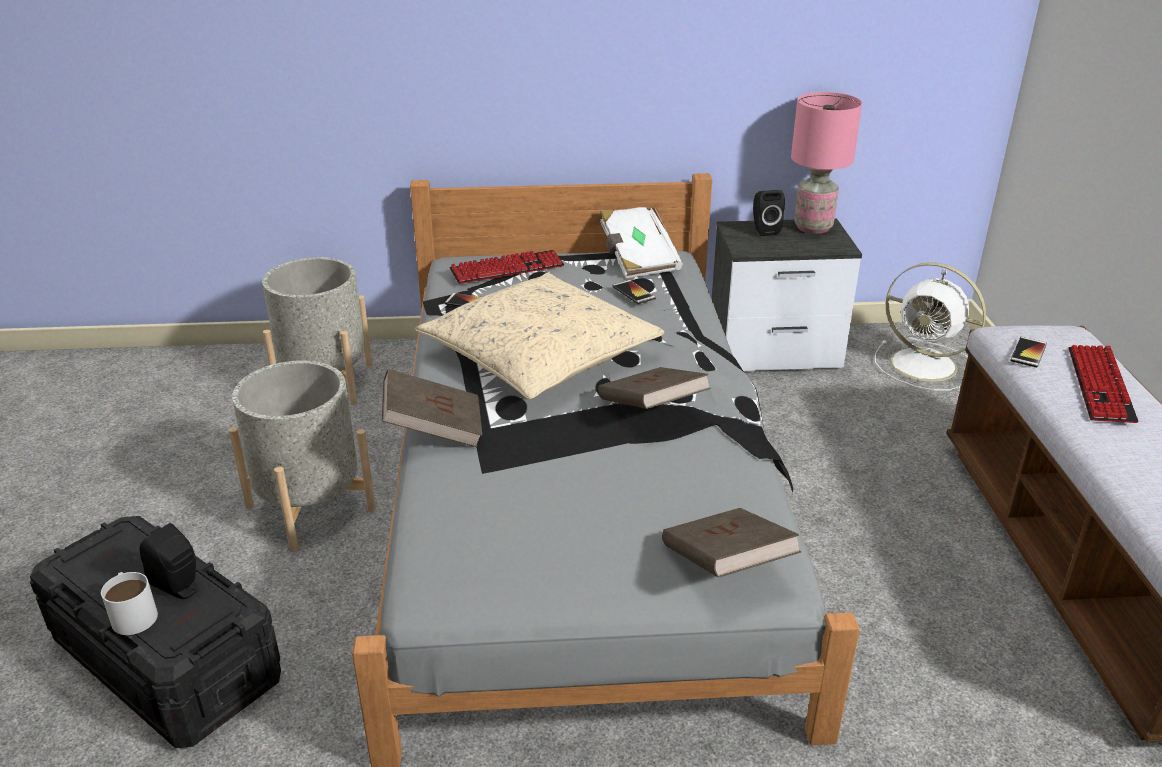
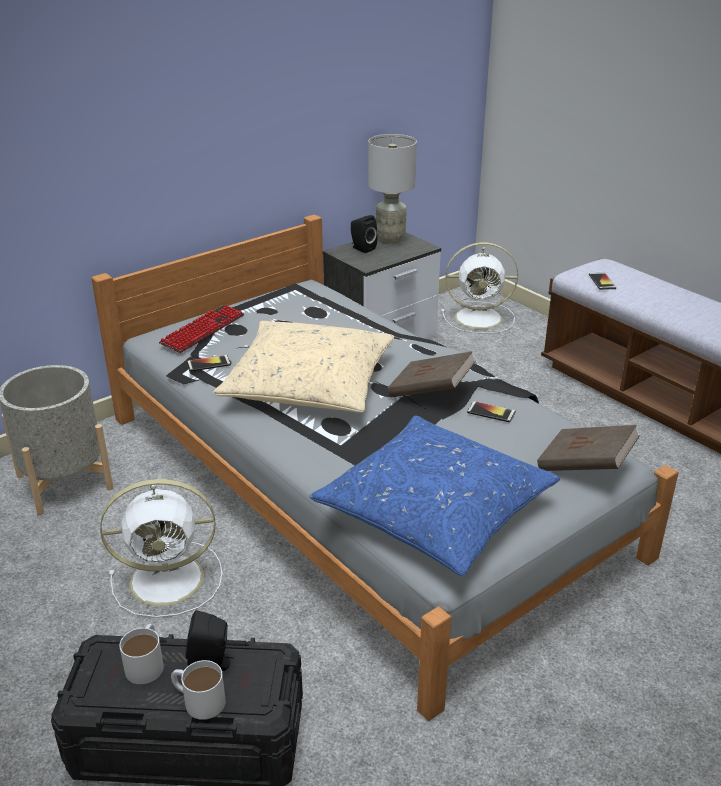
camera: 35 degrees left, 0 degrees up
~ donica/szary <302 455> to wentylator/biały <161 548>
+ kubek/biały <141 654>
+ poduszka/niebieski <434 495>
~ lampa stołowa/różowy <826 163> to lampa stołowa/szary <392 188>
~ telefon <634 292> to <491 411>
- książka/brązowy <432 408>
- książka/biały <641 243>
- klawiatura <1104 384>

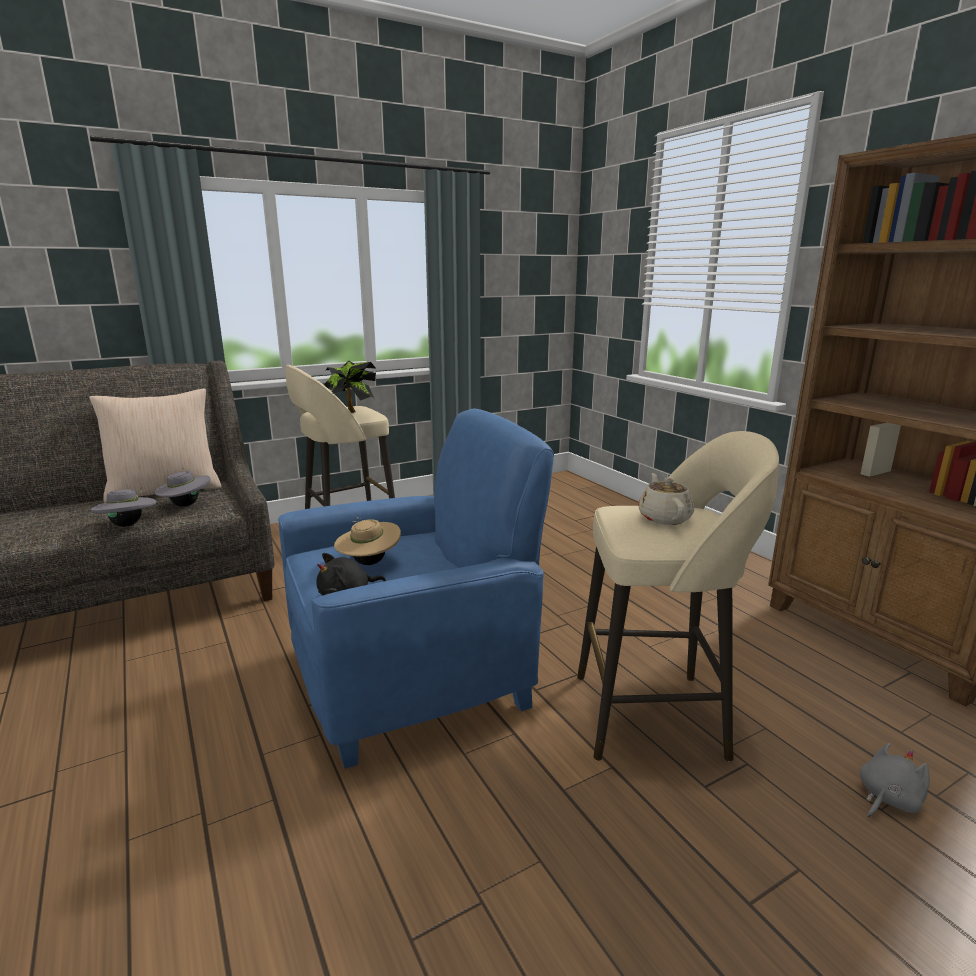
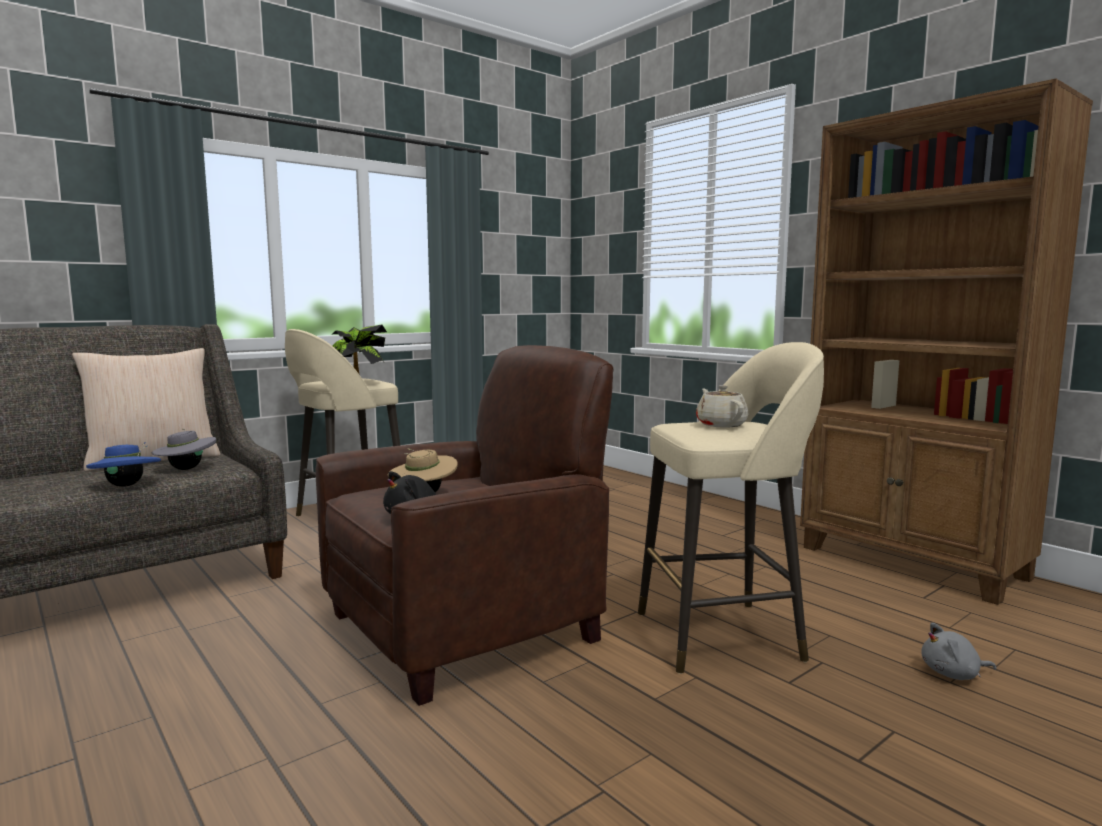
camera: 10 degrees left, 10 degrees down
~ kapelusz/szary <123 507> to kapelusz/niebieski <123 464>
~ fotel/niebieski <416 589> to fotel/brązowy <464 525>
~ pluszak/szary <895 780> = <959 651> 135 degrees counterclockwise

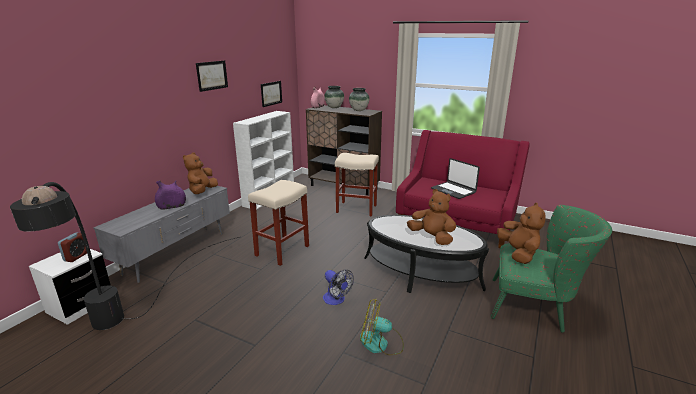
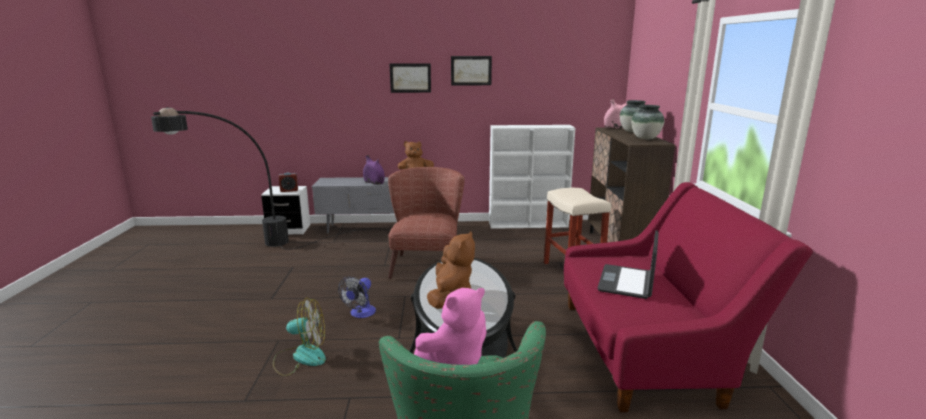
camera: 60 degrees right, 5 degrees down
~ wentylator <382 327> = <299 337> 105 degrees clockwise
~ stołek/beżowy <278 223> to fotel/brązowy <426 223>
~ obraz <271 94> to <410 78>
~ pluszak/brązowy <521 233> to pluszak/różowy <450 326>

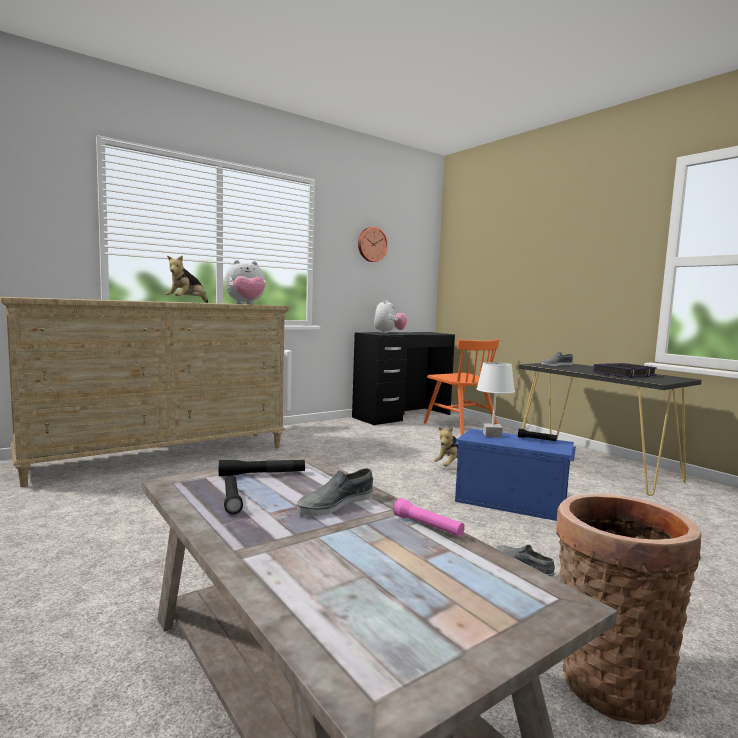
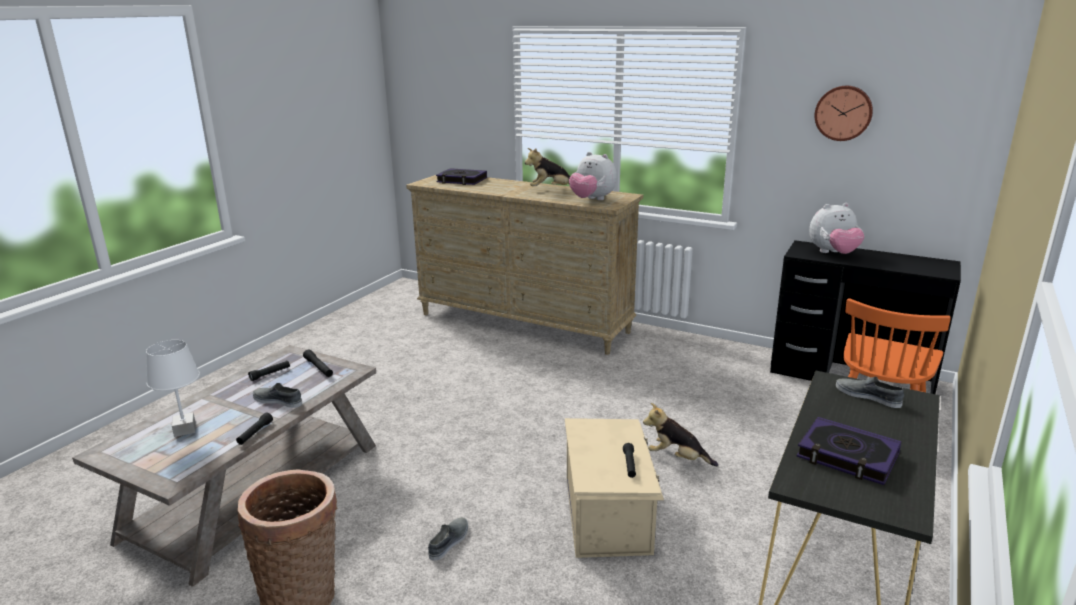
camera: 65 degrees right, 15 degrees up
~ lampa stołowa/biały <495 399> to <173 388>
~ latarka/różowy <429 517> to latarka/czarny <254 429>
+ książka <461 176>
~ pojemnik do przechowywania/niebieski <515 475> to pojemnik do przechowywania/beżowy <614 488>

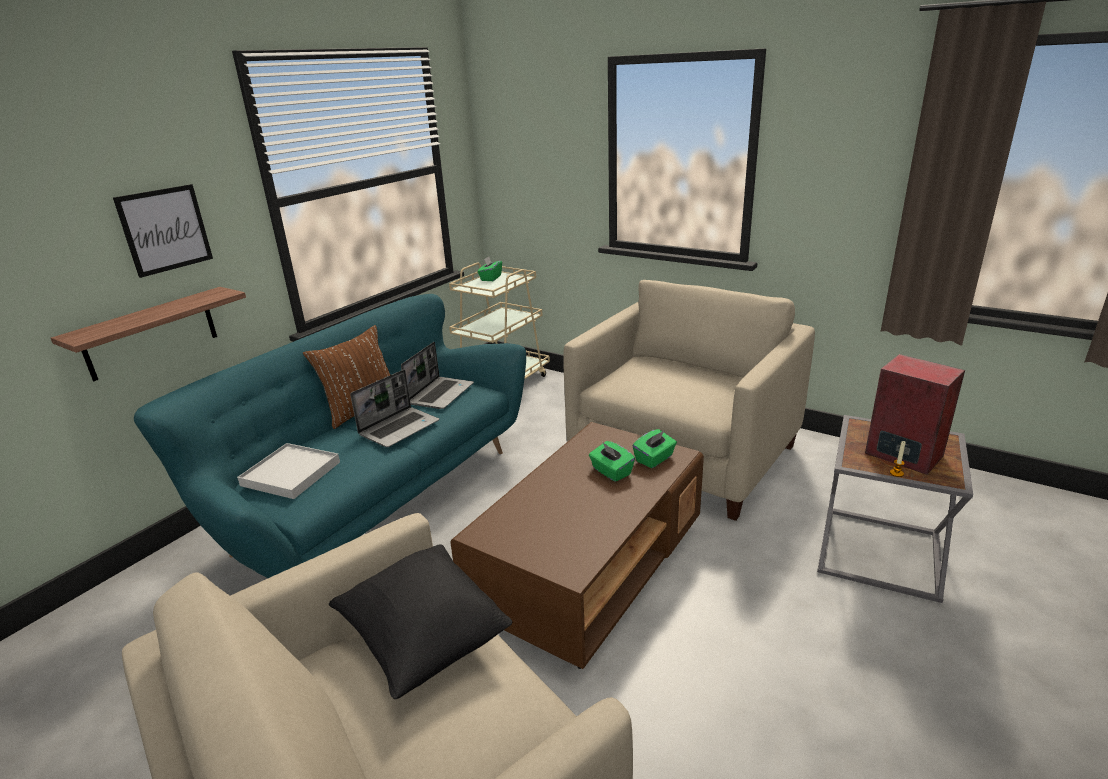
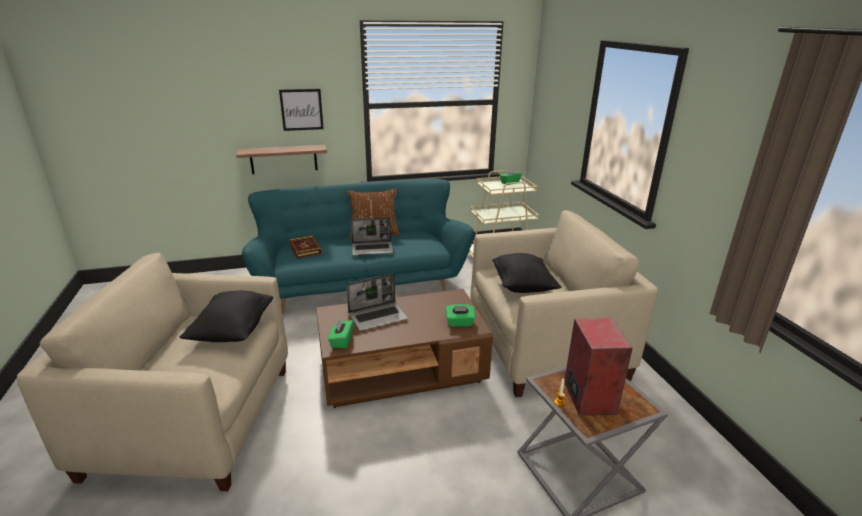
camera: 40 degrees right, 0 degrees up
~ taca/biały <288 471> to książka <305 247>
~ pudełko chusteczek/zielony <612 461> to <340 333>
~ laptop <437 375> to <377 302>
+ poduszka/czarny <527 273>

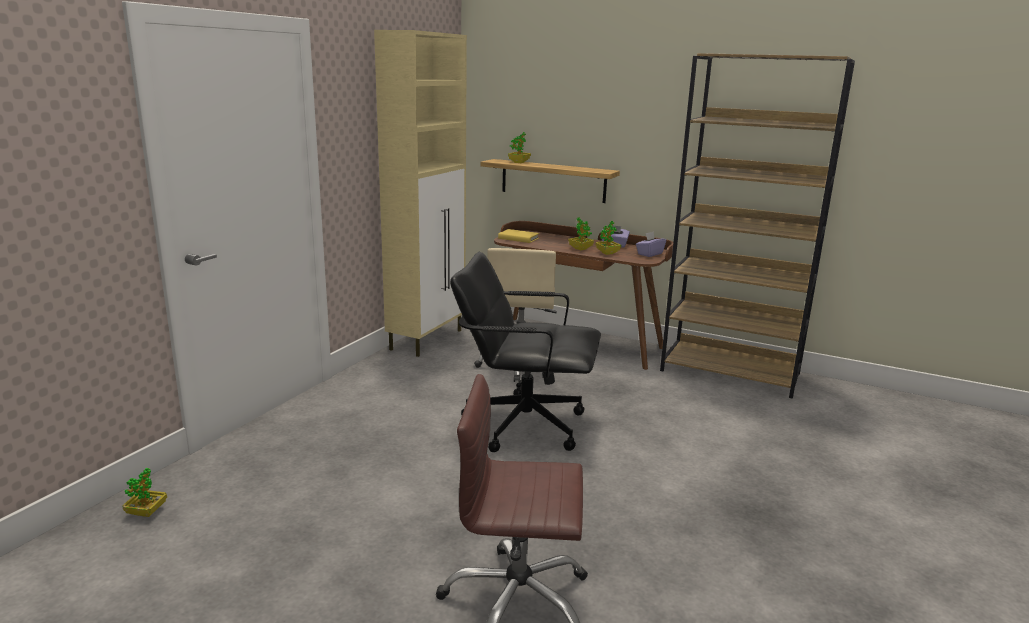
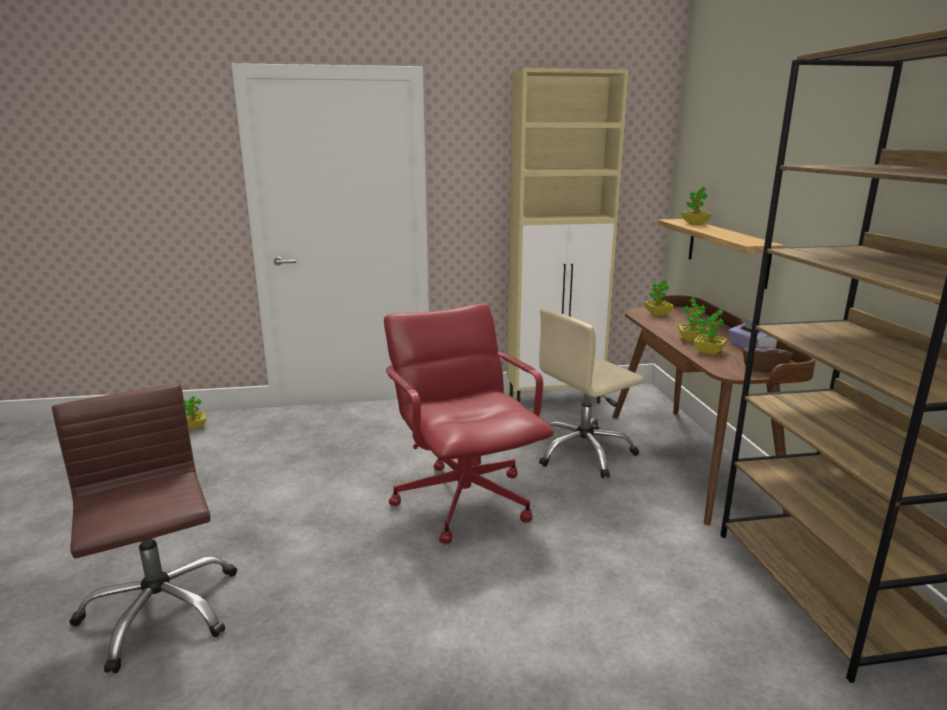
camera: 55 degrees right, 0 degrees up
~ krzesło biurowe/czarny <525 352> to krzesło biurowe/czerwony <469 424>
~ książka/żółty <518 236> to roślina doniczkowa <659 297>
~ pudełko chusteczek/fioletowy <651 244> to pudełko chusteczek/brązowy <767 354>

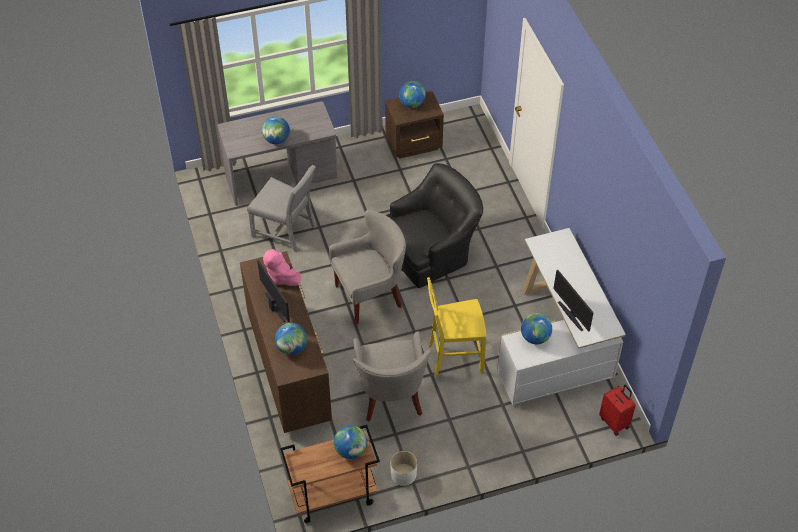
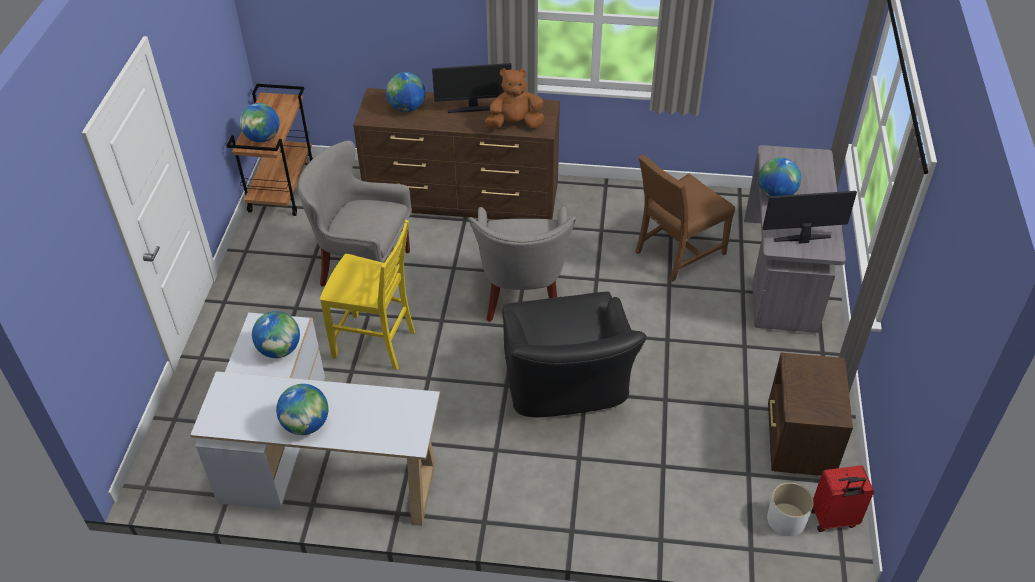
camera: 115 degrees right, 5 degrees down
~ globus <412 94> to <302 409>
~ krzesło/żółty <456 326> = <367 295> 90 degrees clockwise
~ pluszak/różowy <282 267> to pluszak/brązowy <514 98>
~ krzesło/szary <281 208> to krzesło/brązowy <685 218>
~ monitor <573 301> to <809 217>
~ donica/biały <403 468> to <790 509>
~ walizka/czerwony <617 410> to <842 498>

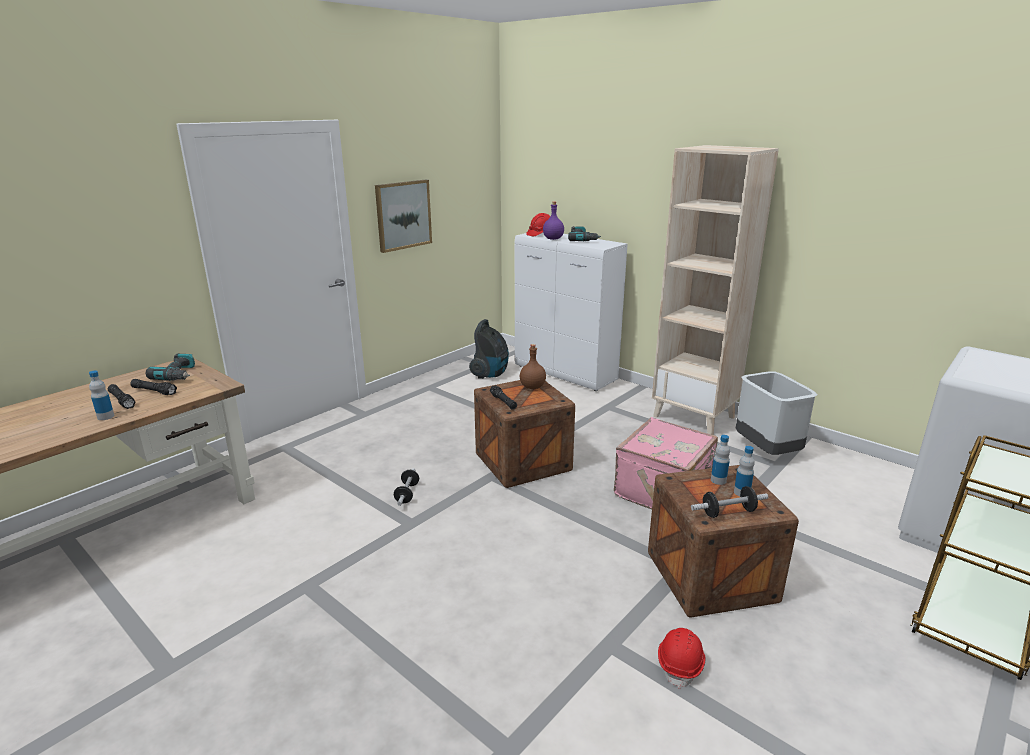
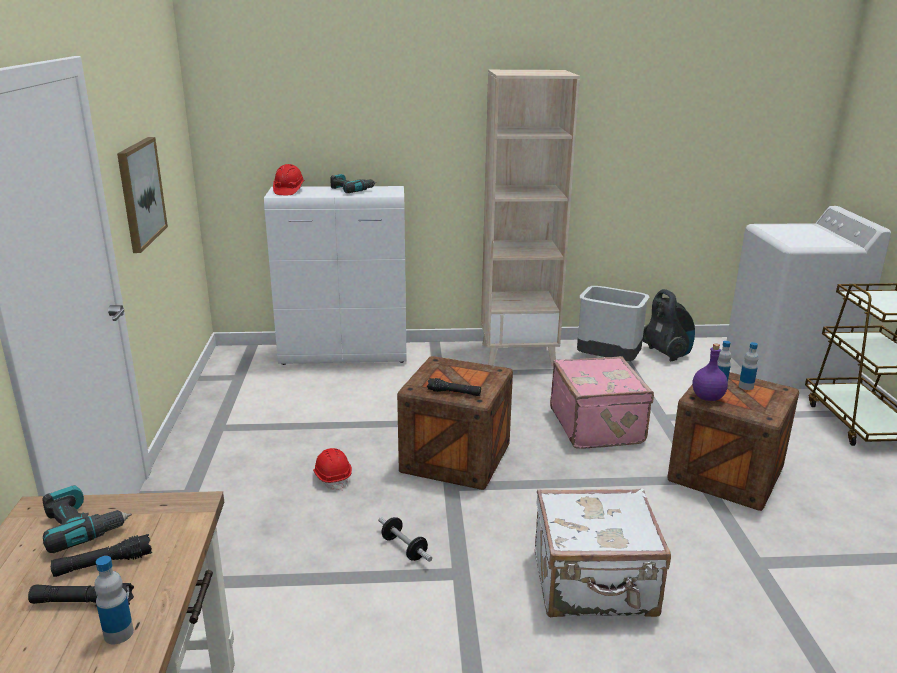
camera: 45 degrees left, 0 degrees up
~ kask/czerwony <682 658> to <332 469>
+ walizka/biały <603 552>
~ odkurzacz <489 349> to <668 325>
~ butelka/fioletowy <553 220> to <710 372>
- butelka/brązowy <533 366>
- hantel <729 502>

